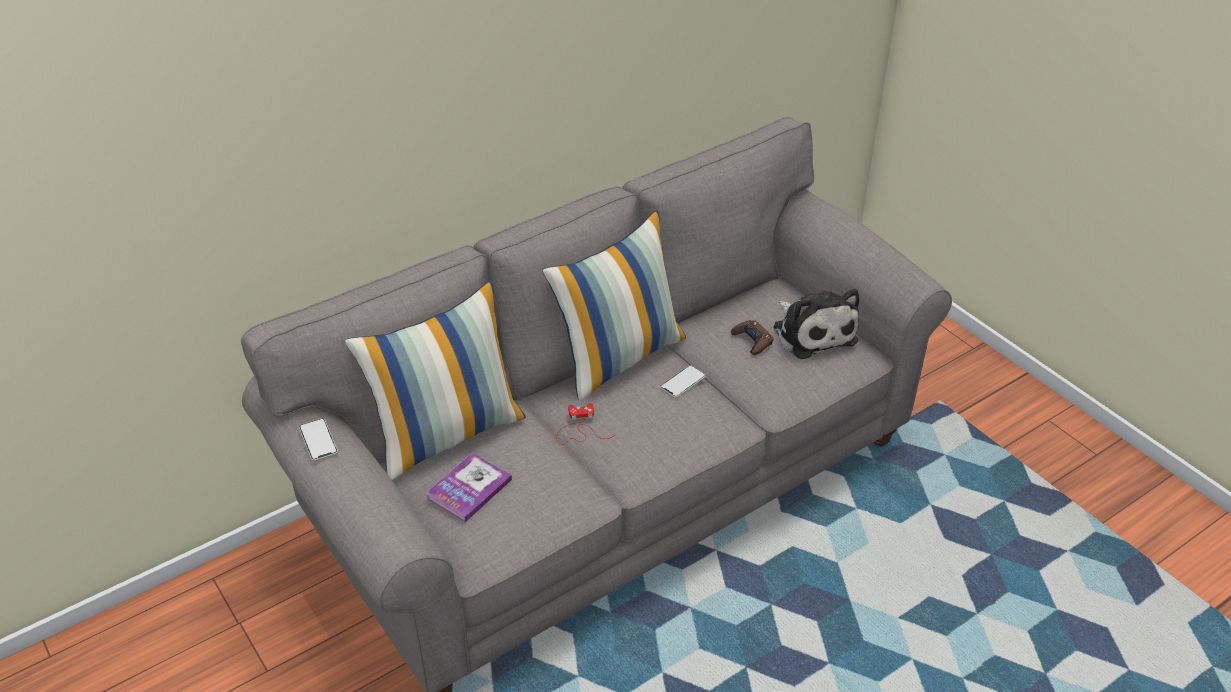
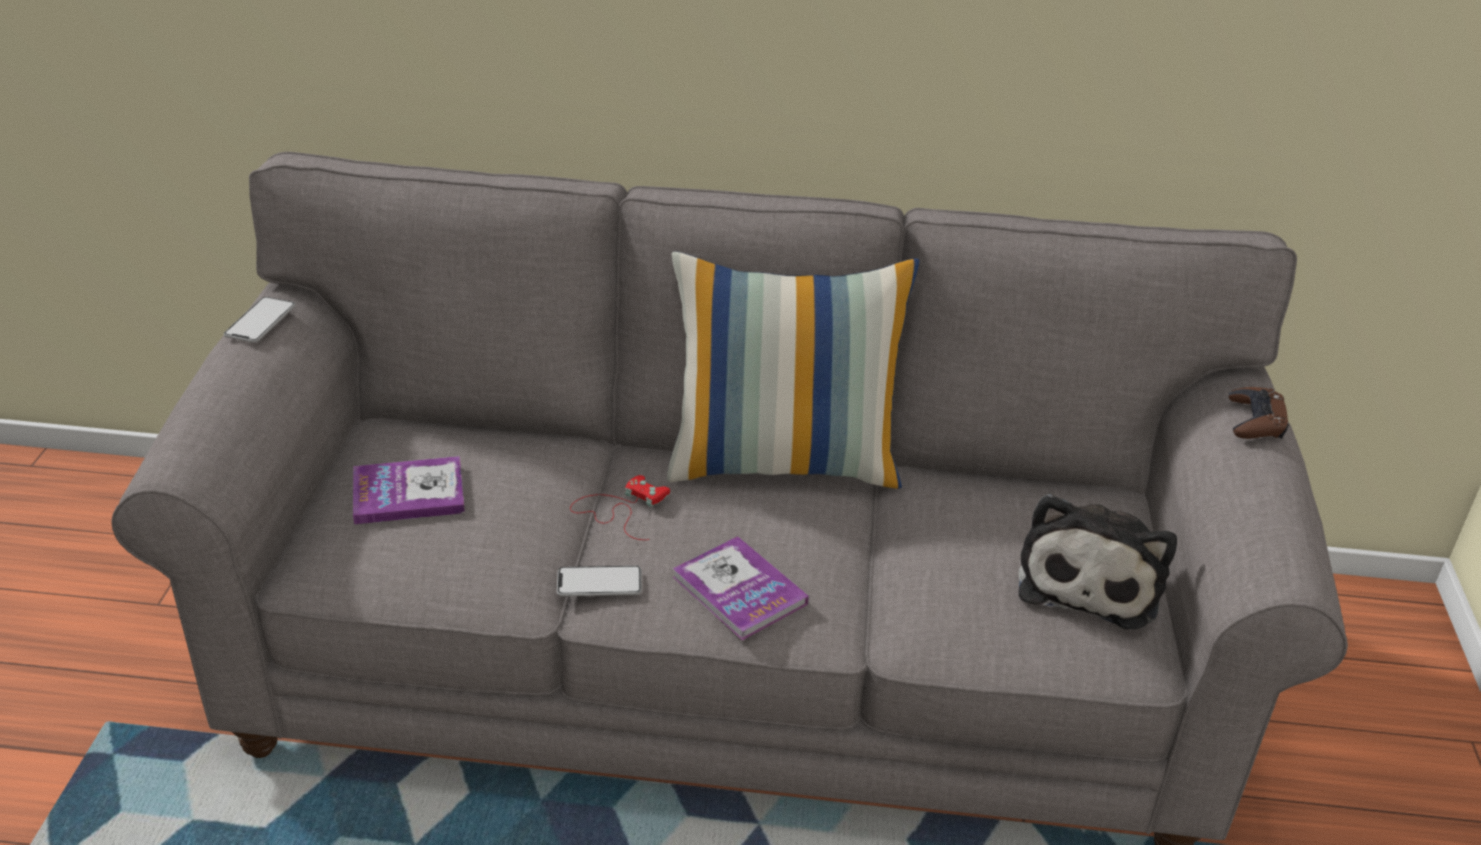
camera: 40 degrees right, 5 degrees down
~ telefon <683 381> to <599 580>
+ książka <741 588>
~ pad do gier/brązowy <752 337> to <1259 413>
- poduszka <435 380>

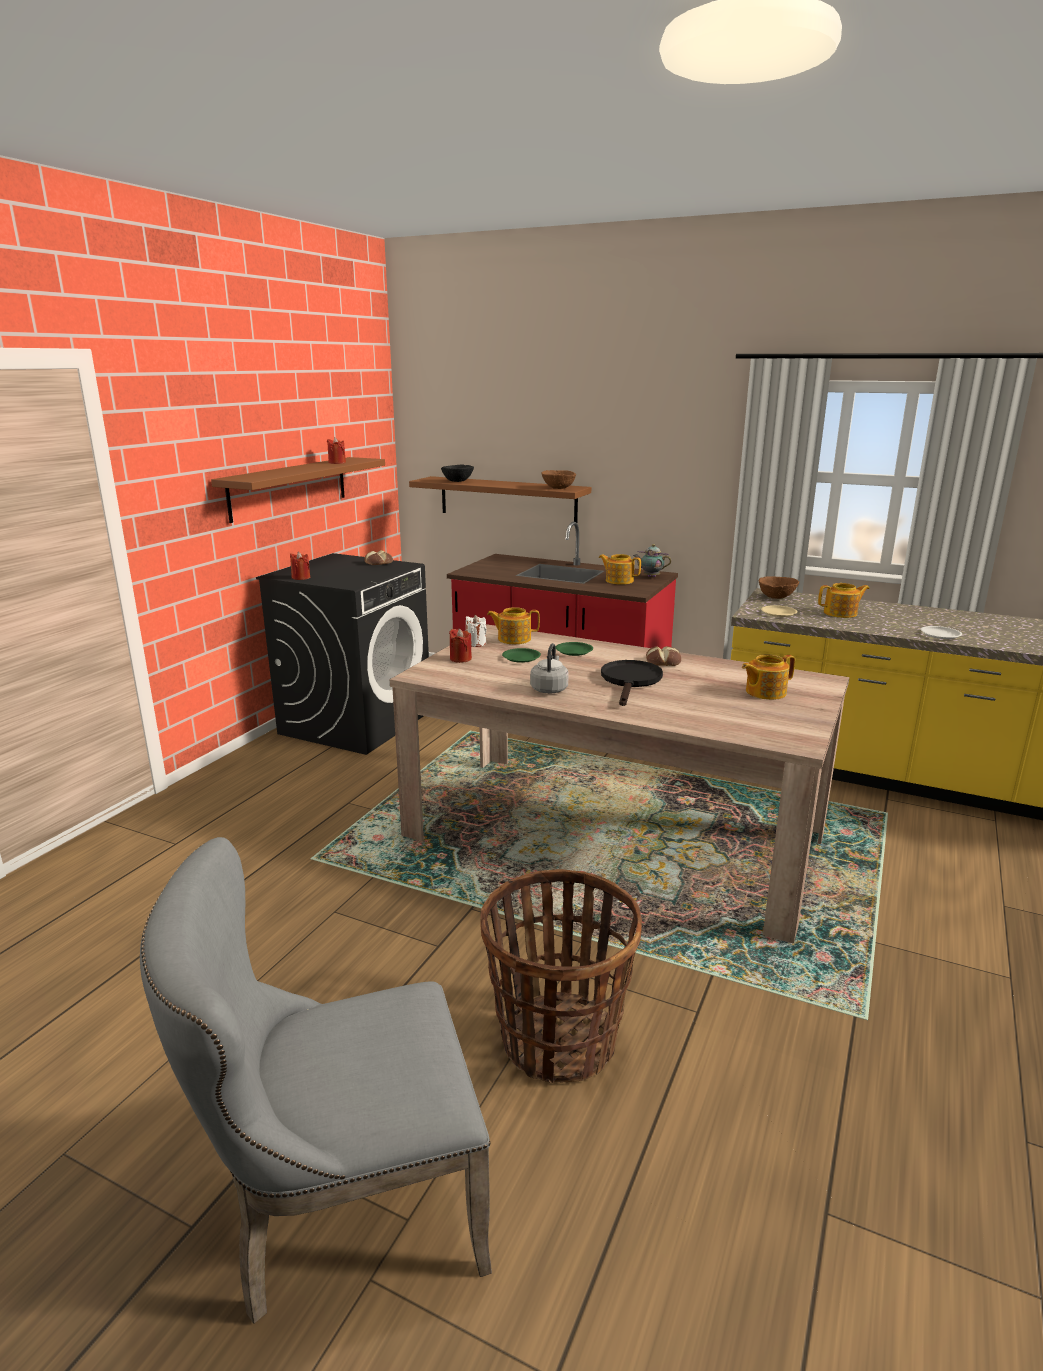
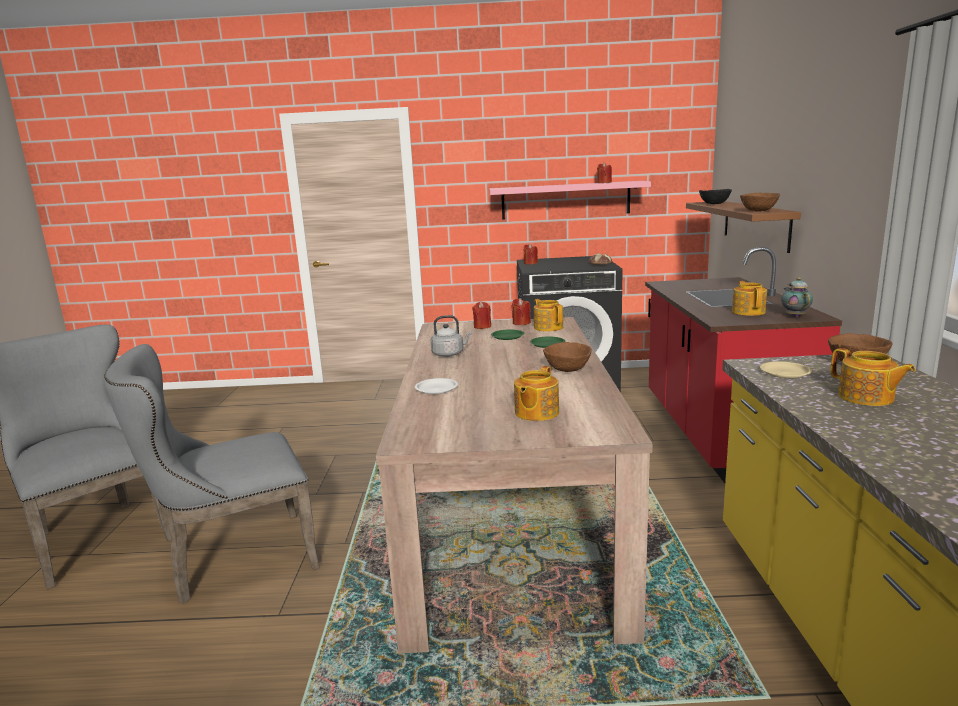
camera: 65 degrees right, 5 degrees down
~ koszyk <561 976> to krzesło/szary <212 474>
~ talerz/biały <941 632> to <436 386>
~ półka/brązowy <298 490> to półka/różowy <570 200>
~ świeca/biały <476 631> to świeca/czerwony <521 311>
~ imbryk <768 677> = <536 393> 105 degrees counterclockwise
~ chleb <663 656> to miska/brązowy <567 357>
- patelnia/czarny <632 683>

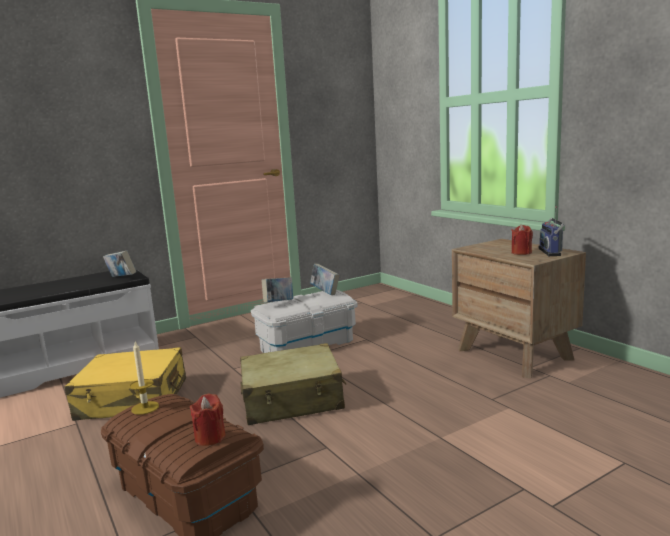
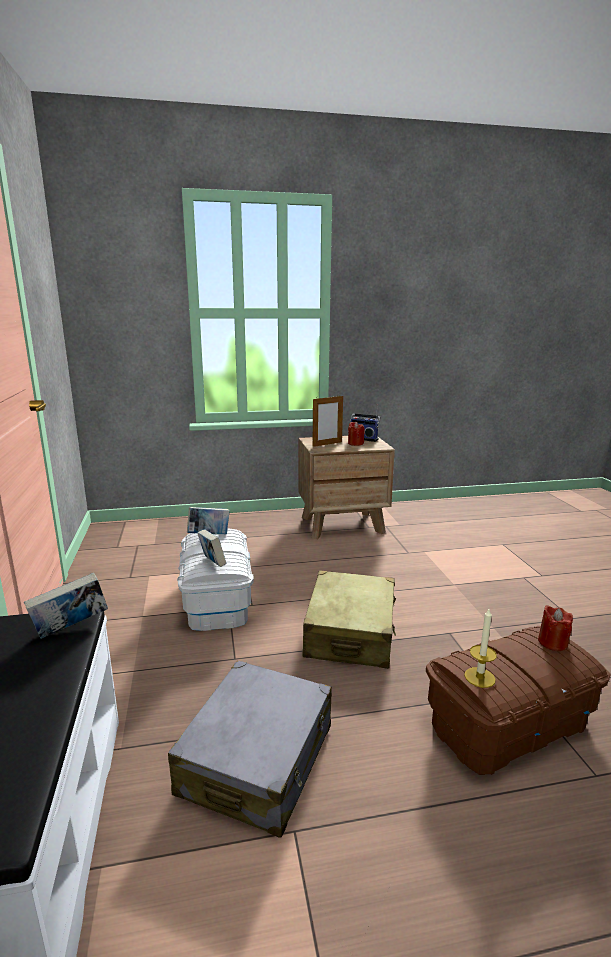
camera: 70 degrees left, 5 degrees up
~ walizka/żółty <125 384> to walizka/szary <250 749>
+ ramka na zdjęcie <327 421>

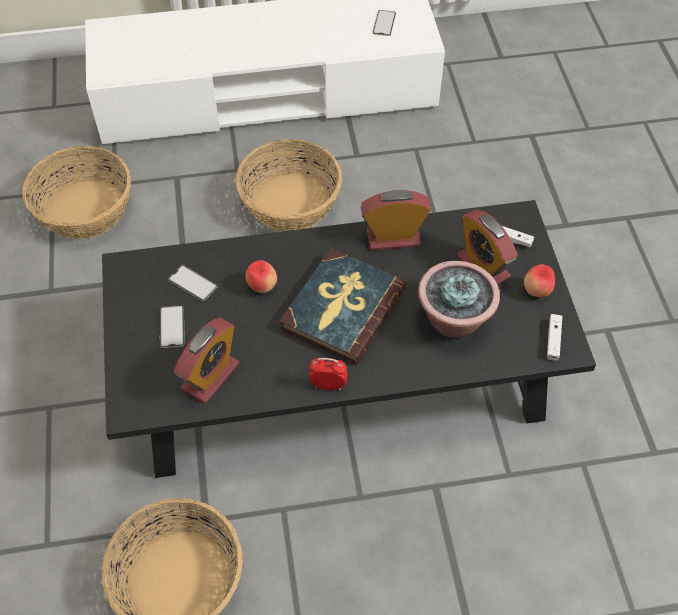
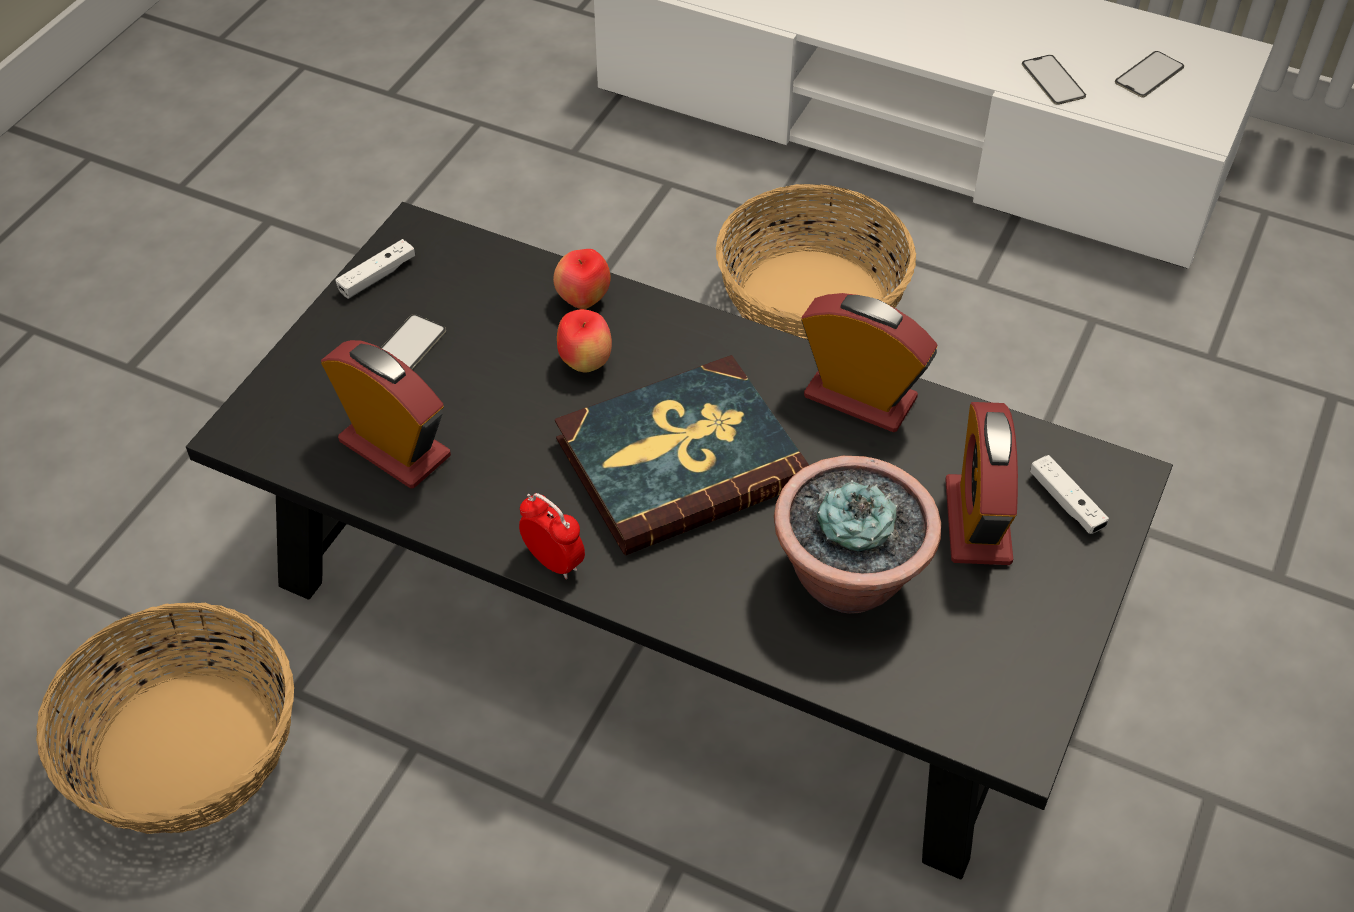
camera: 35 degrees right, 5 degrees down
~ budzik <206 361> = <386 414> 120 degrees counterclockwise
~ pad do gier/biały <554 337> to <375 269>
~ jabłko <539 280> to <582 279>
~ telefon <193 283> to <1054 80>
- koszyk <76 192>

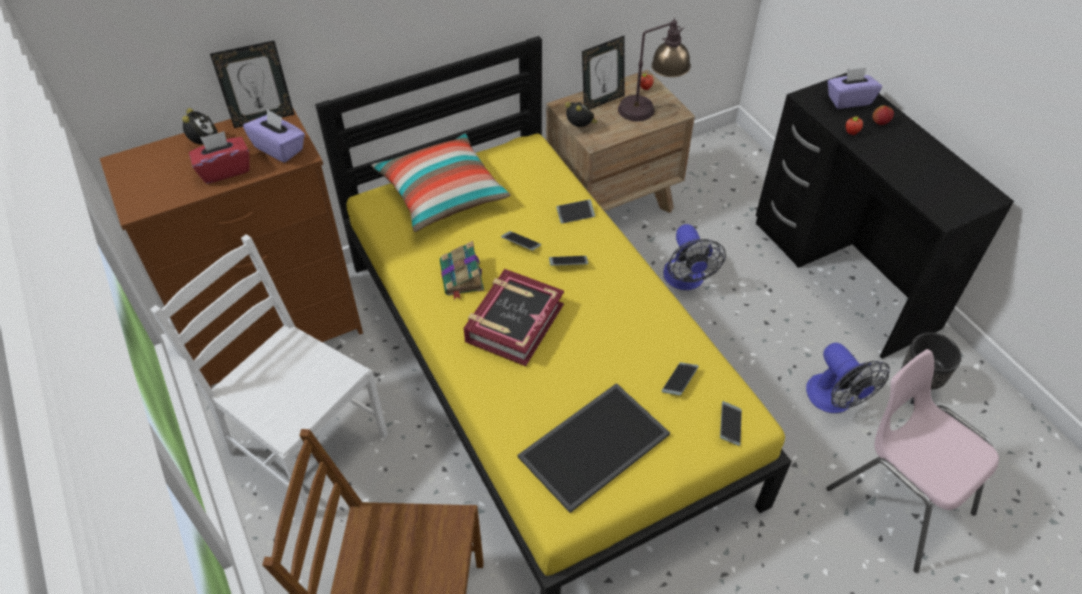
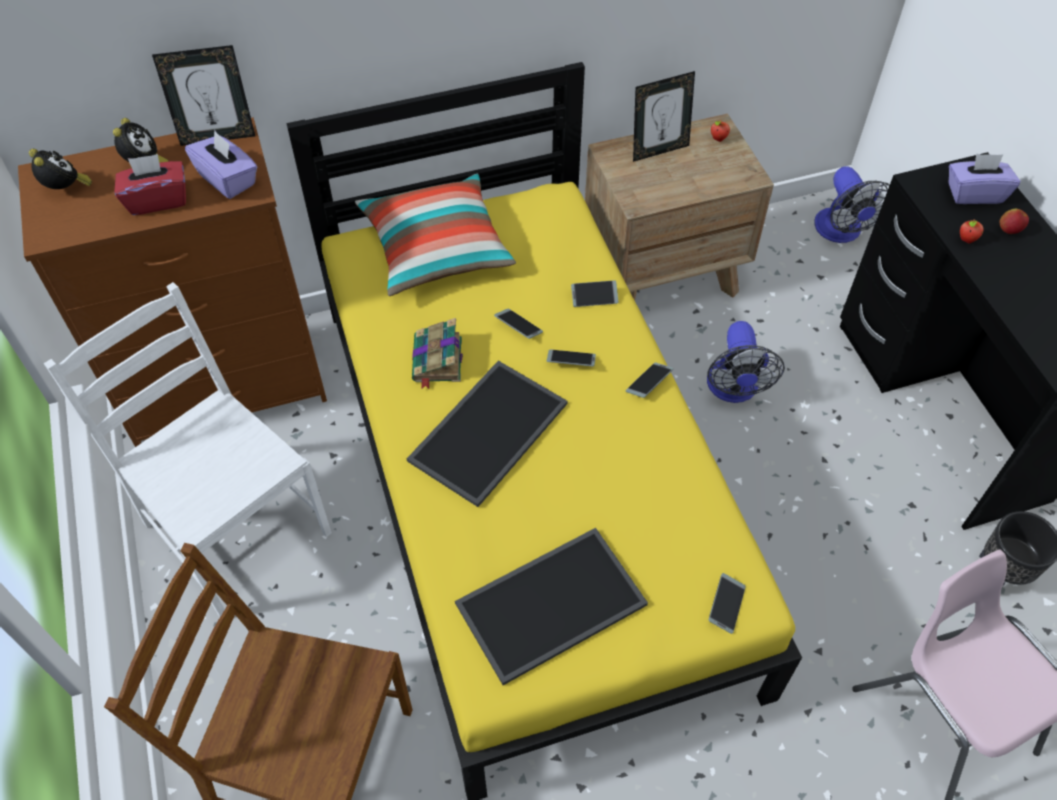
camera: 10 degrees right, 5 degrees up
~ budzik <581 114> to <60 169>
~ książka <514 317> to taca <487 434>
~ telefon <680 379> to <649 380>
~ wentylator <848 378> to <852 204>
- lampa stołowa <654 69>

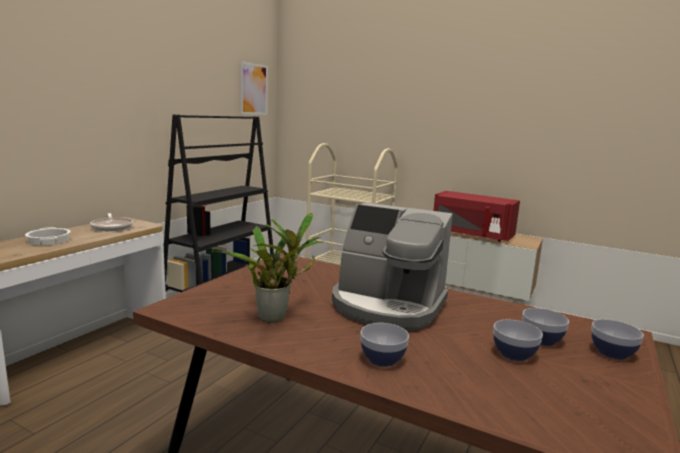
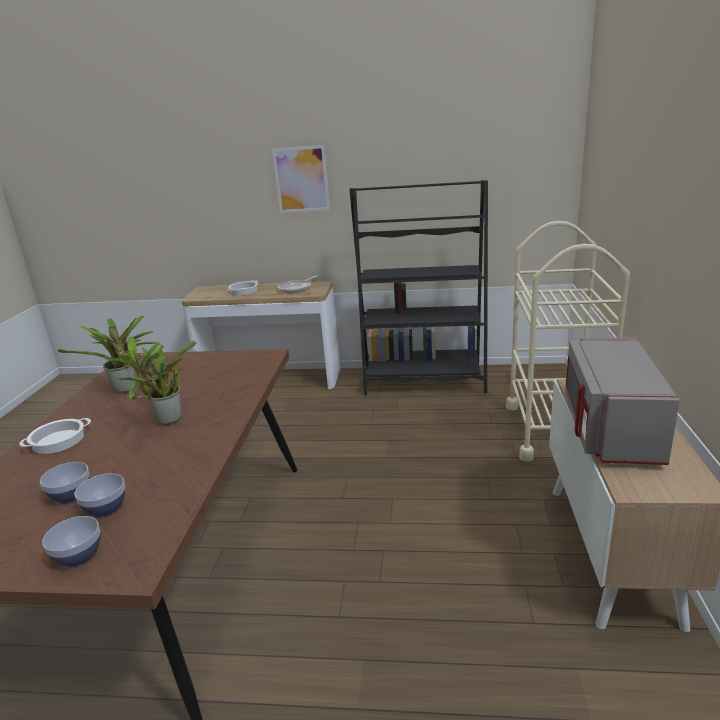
camera: 70 degrees right, 10 degrees up
~ miska <384 345> to garnek <55 436>
~ ekspres do kawy <392 267> to roślina doniczkowa <150 380>
~ obraz <254 88> to <301 179>
~ mikrofalówka/czerwony <477 216> to mikrofalówka/szary <622 401>

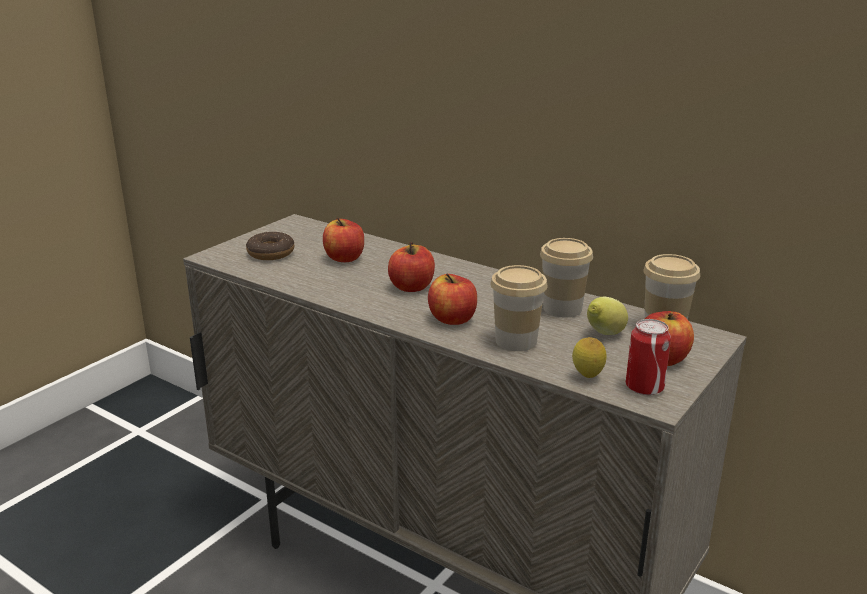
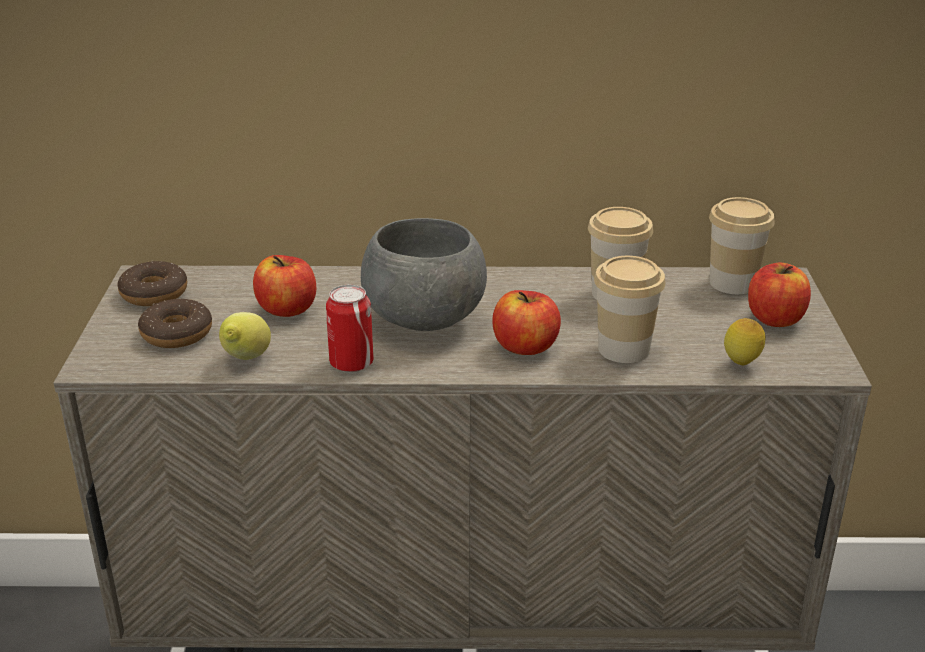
camera: 35 degrees left, 5 degrees up
+ donut <152 283>
~ cytryna <607 316> to <245 336>
~ puszka <648 357> to <350 328>
~ jabłko <411 267> to miska/szary <424 274>

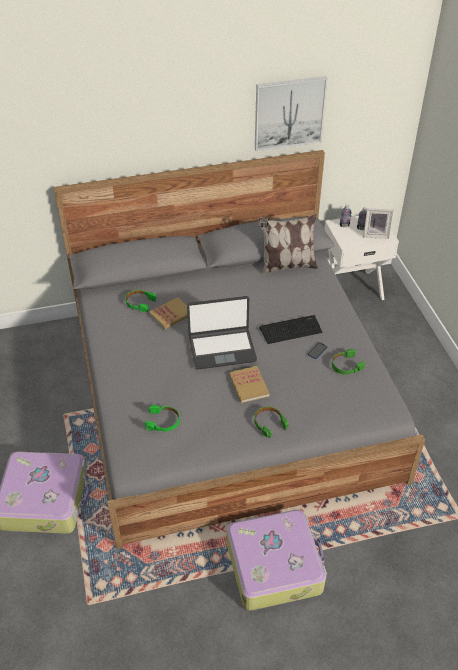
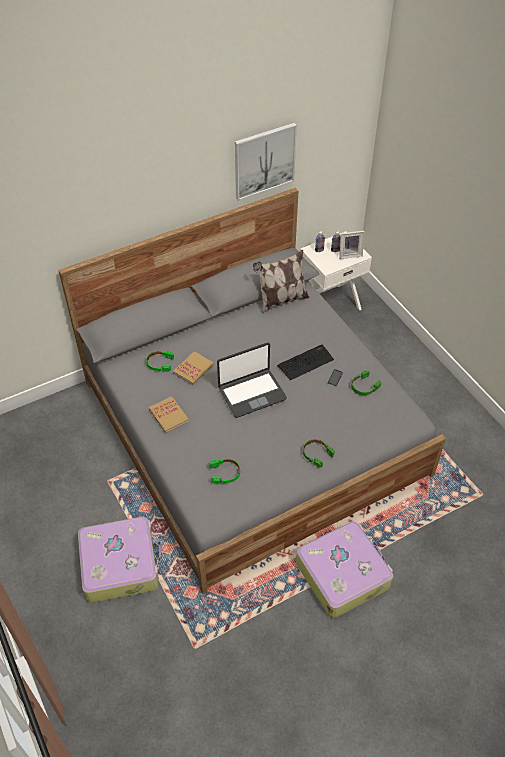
camera: 15 degrees left, 5 degrees up
~ książka <249 384> to <169 414>

